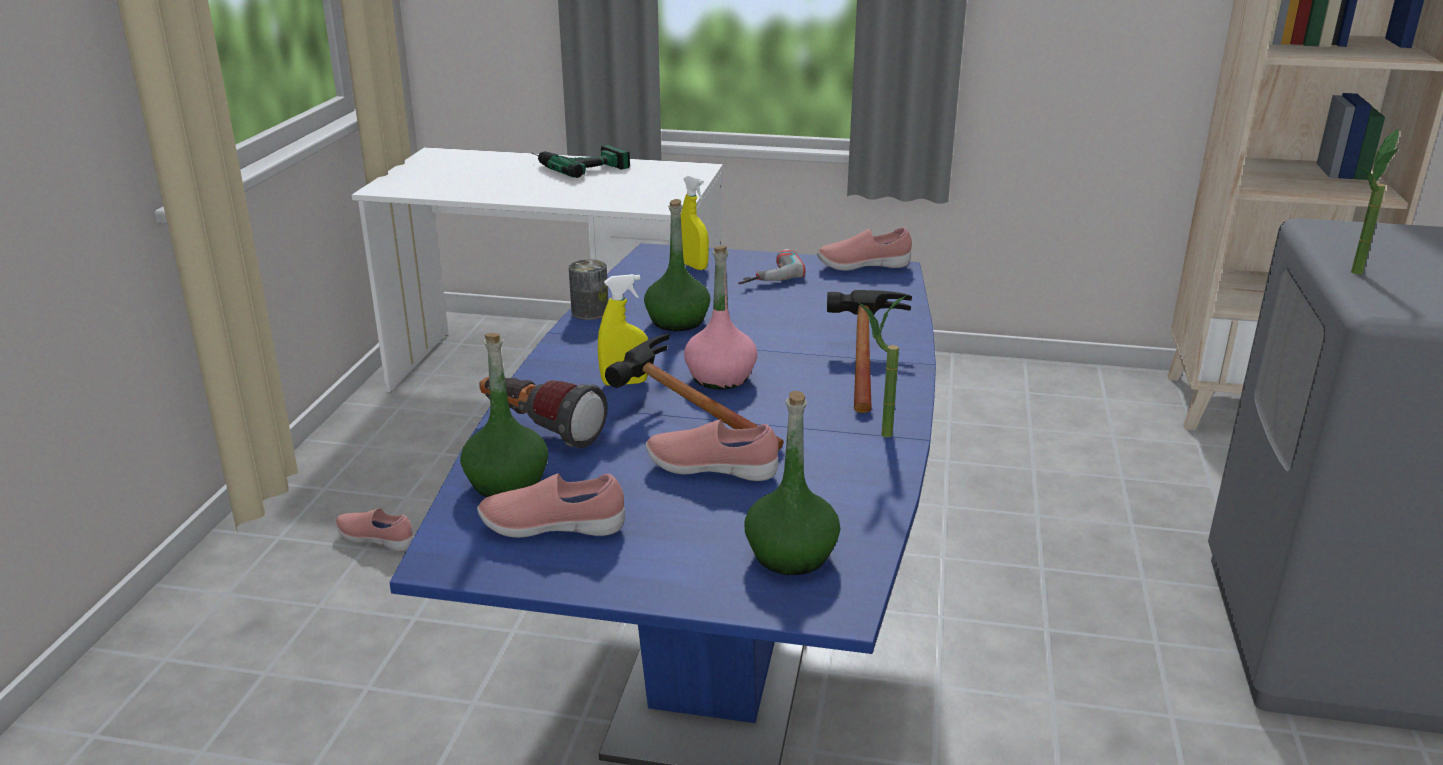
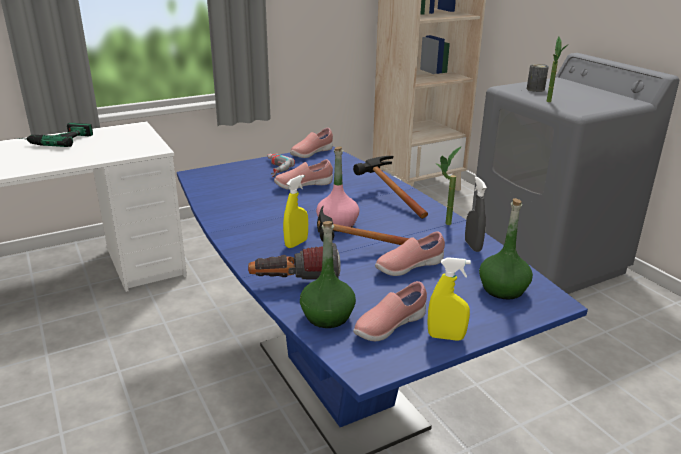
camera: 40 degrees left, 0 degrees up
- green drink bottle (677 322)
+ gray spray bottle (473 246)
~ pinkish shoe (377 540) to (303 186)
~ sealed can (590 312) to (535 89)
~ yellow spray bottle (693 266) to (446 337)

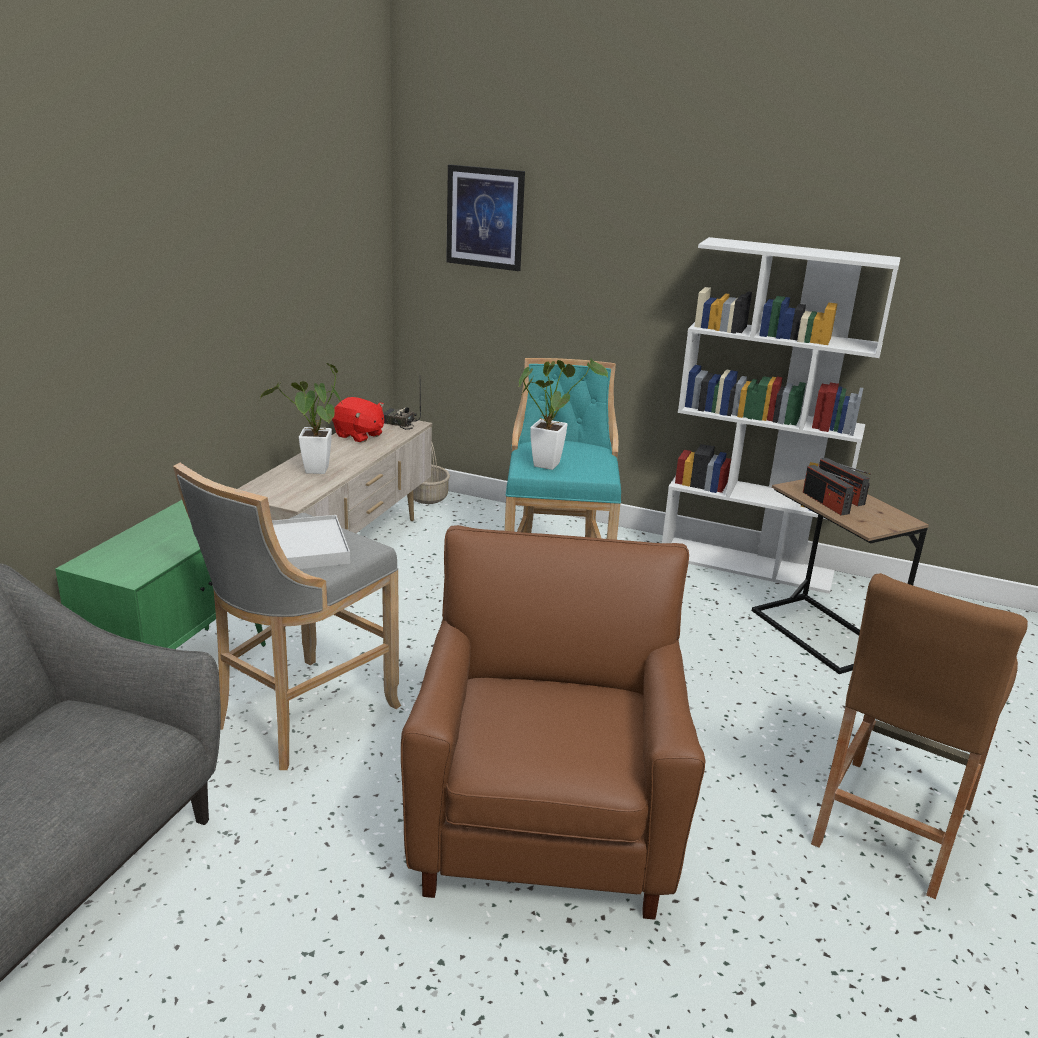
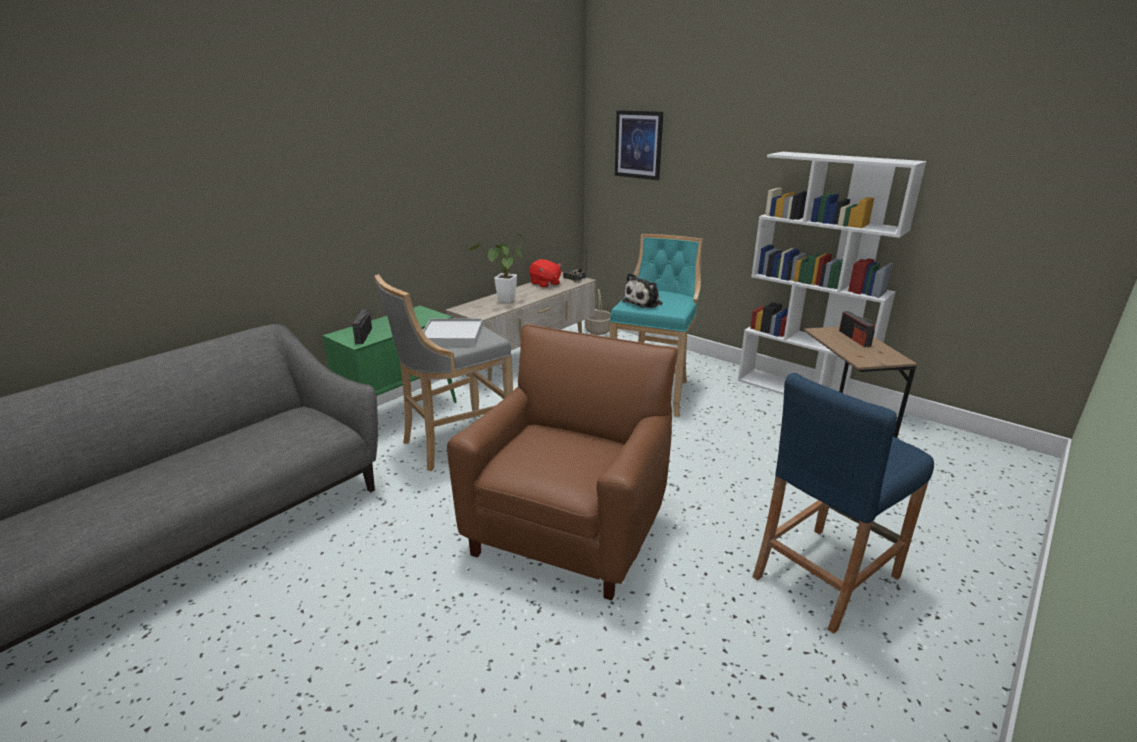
camera: 20 degrees right, 0 degrees up
~ radio receiver (825 503) to (363 336)
~ plant in a pot (549 463) to soft toy (644 302)
~ brown stool (891 824) to bluish stool (825 576)

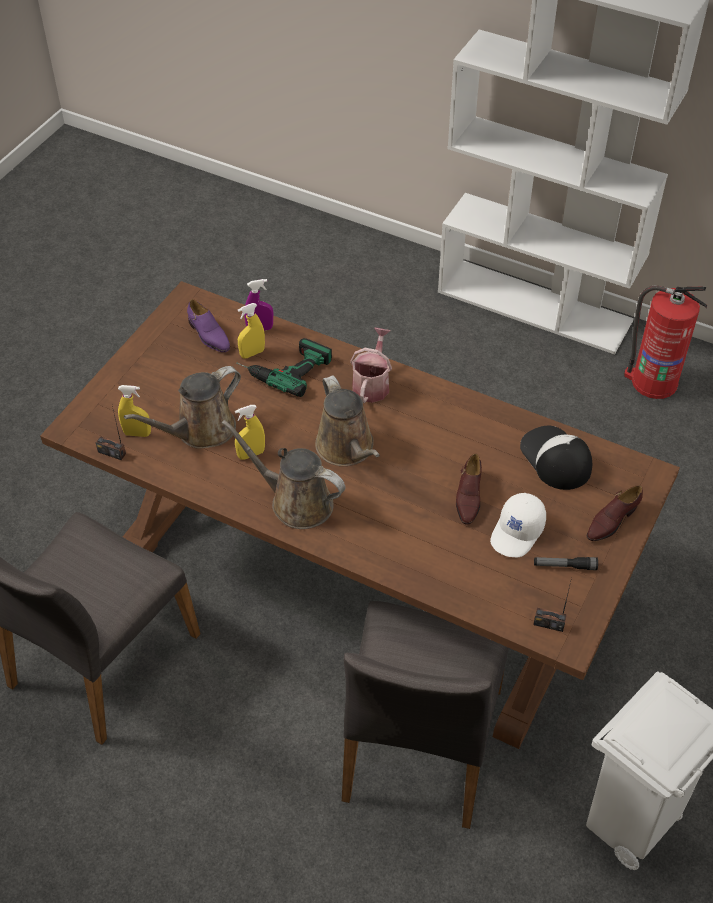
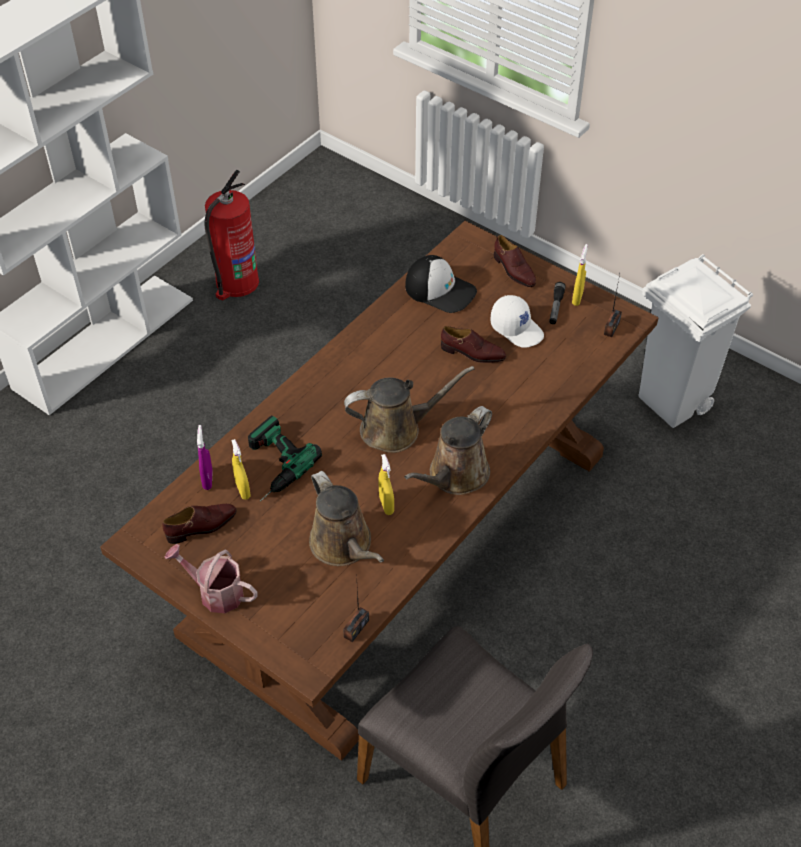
camera: 80 degrees left, 0 degrees up
- gray upright chair (419 744)
~ yellow spray bottle (137 433) to (577 298)
~ watering can (372 384) to (215 592)
~ purple shoe (208 335) to brown shoe (201 526)
~ baseball cap (555 459) = (440 290) 135 degrees counterclockwise

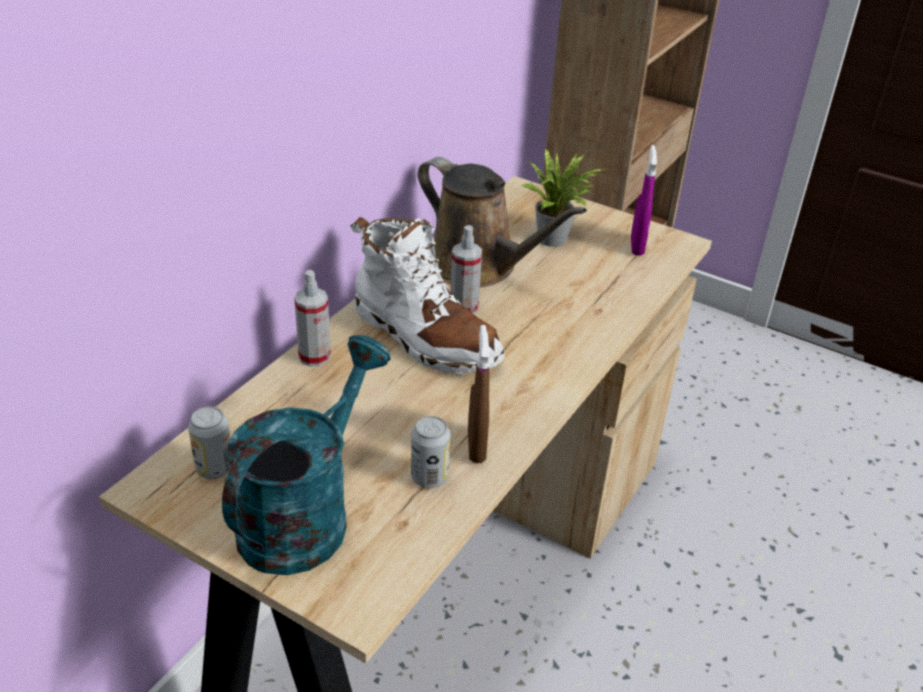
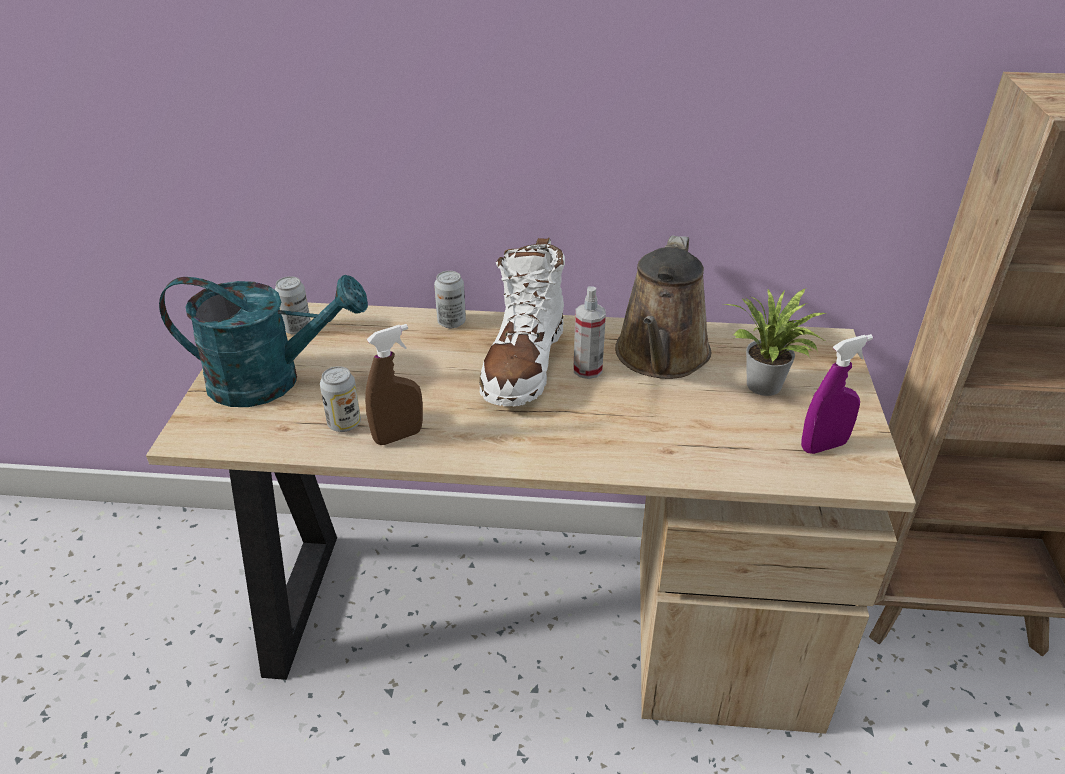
camera: 65 degrees right, 0 degrees up
~ spray bottle (314 356) to sealed can (451 322)

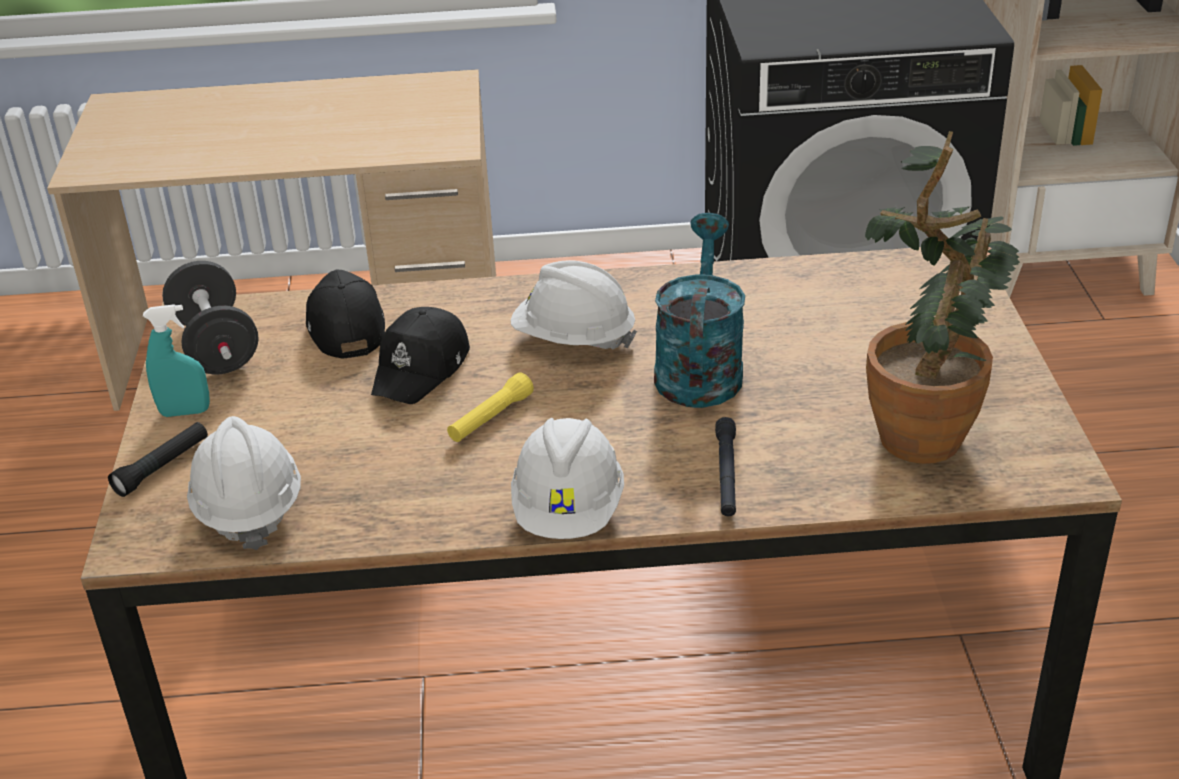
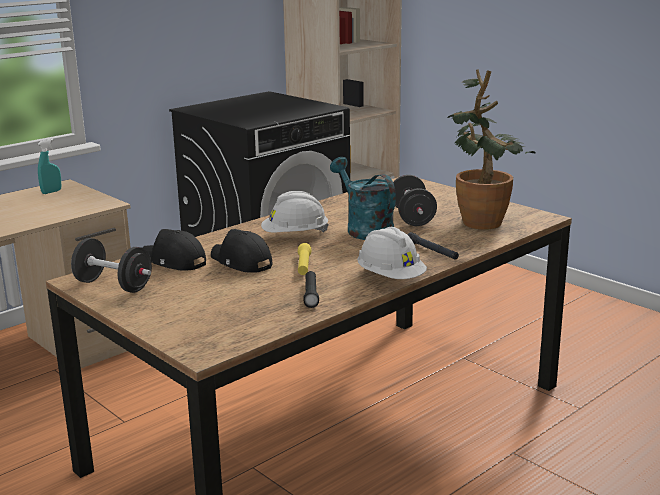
camera: 40 degrees left, 15 degrees down
- white-coloured work helmet (248 508)
+ black hand weight (412 217)
~ black torch (162 467) to (311 295)
~ turquoise-coloured spray bottle (185 412) to (51 192)
~ black baseball cap (422 368) = (241 262) 150 degrees clockwise

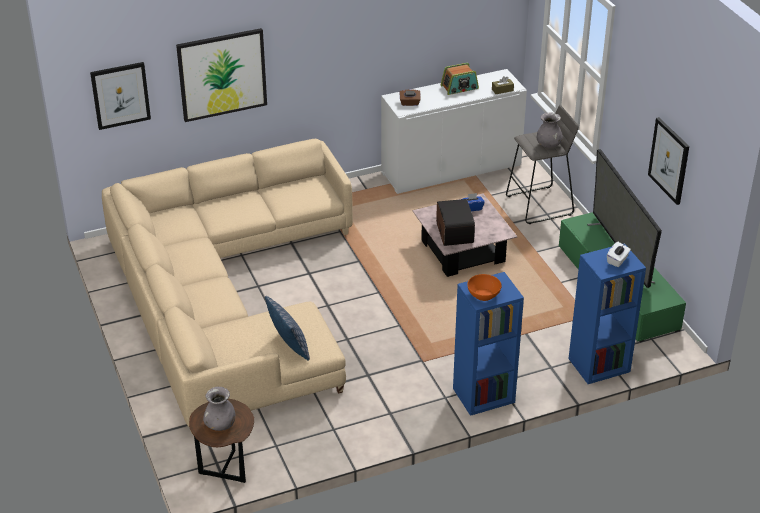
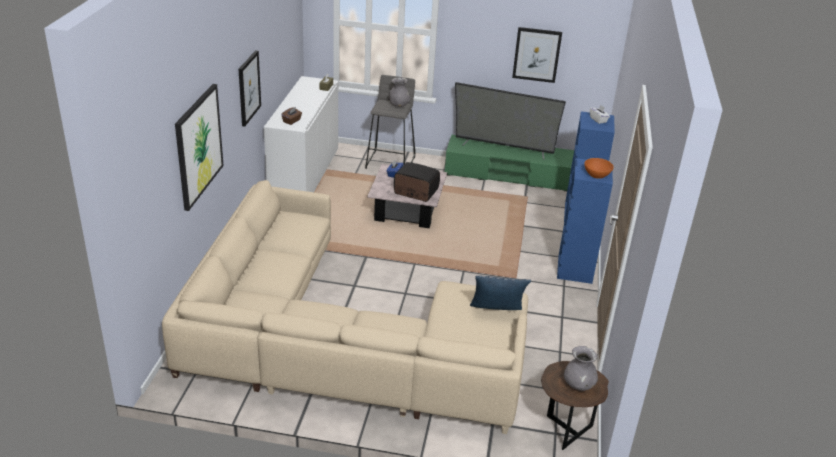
camera: 60 degrees left, 5 degrees down
- radio receiver (459 87)
~ wall art (120 95) to (248 88)

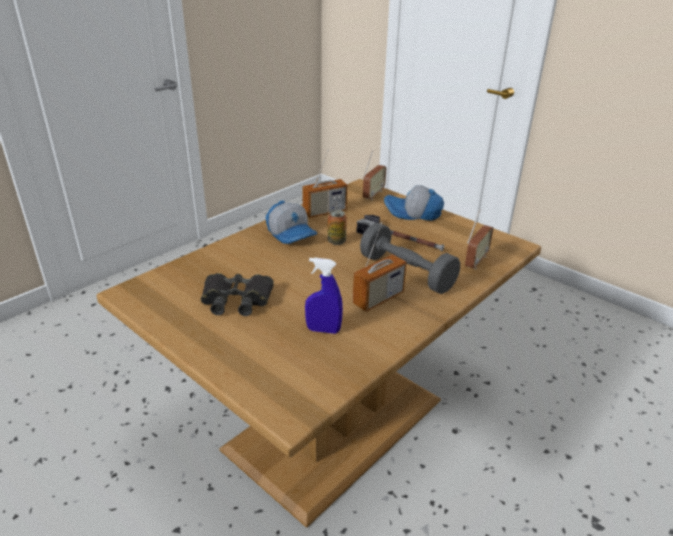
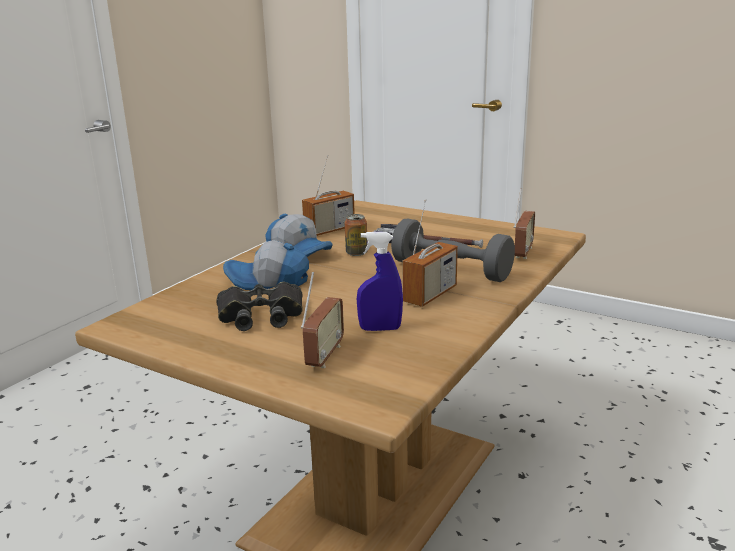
camera: 10 degrees left, 10 degrees down
~ radio receiver (373 195) to (324 356)
~ baseball cap (413 213) to (268 281)

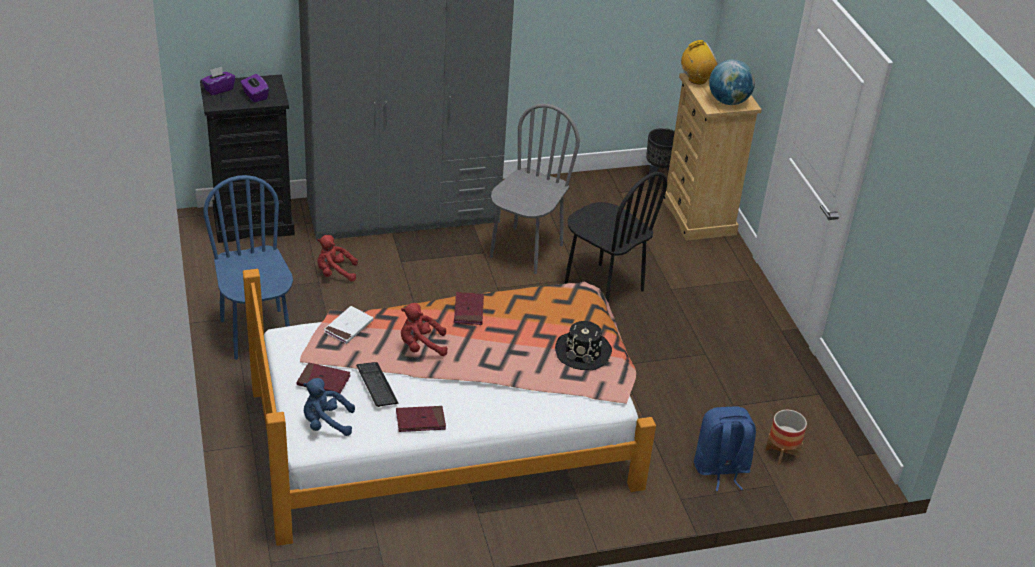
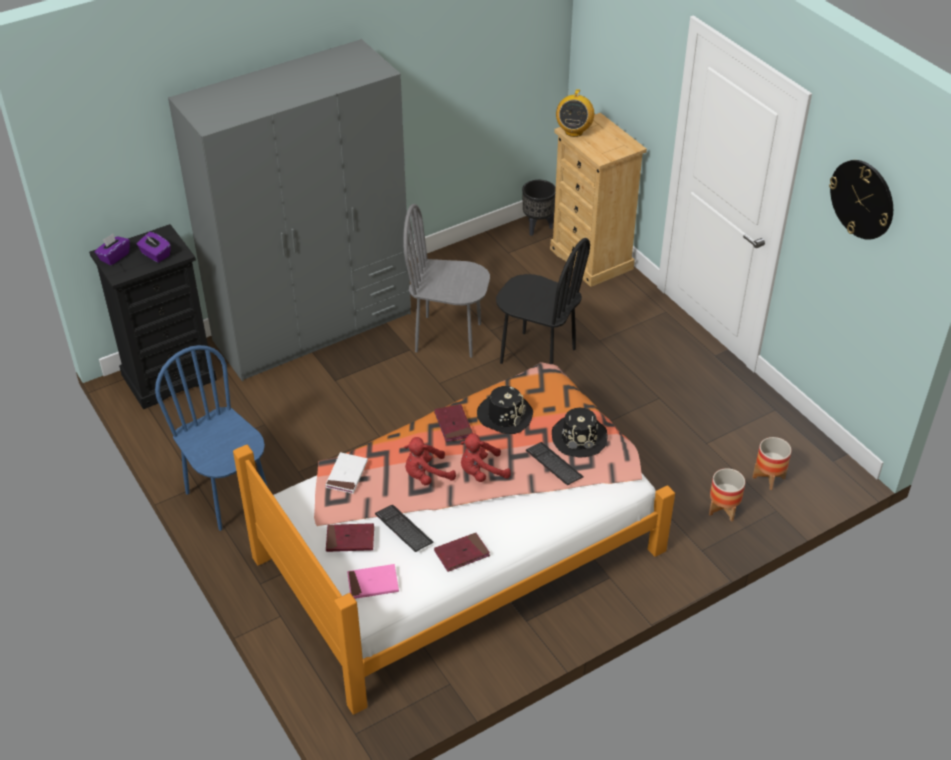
camera: 15 degrees left, 5 degrees up
- world globe (728 101)
+ black hat (504 415)
+ keyboard (554 464)
+ hanging clock (862 199)
~ reddish soft toy (335 273) to (481 472)
~ bluish soft toy (326 423) to pinkish volume (373 583)
~ bluish backpack (721 469) to flower pot (723 510)
~ gray upright chair (525 250) = (448 337) 90 degrees counterclockwise
~ radio receiver (697 79) = (574 131) 135 degrees clockwise

